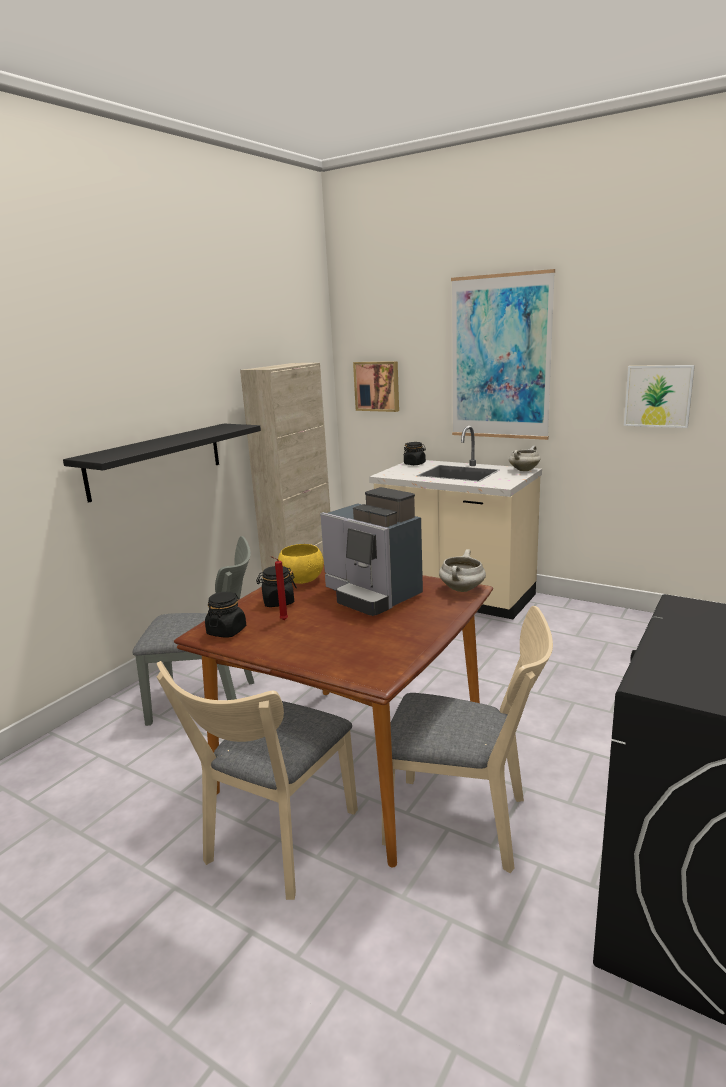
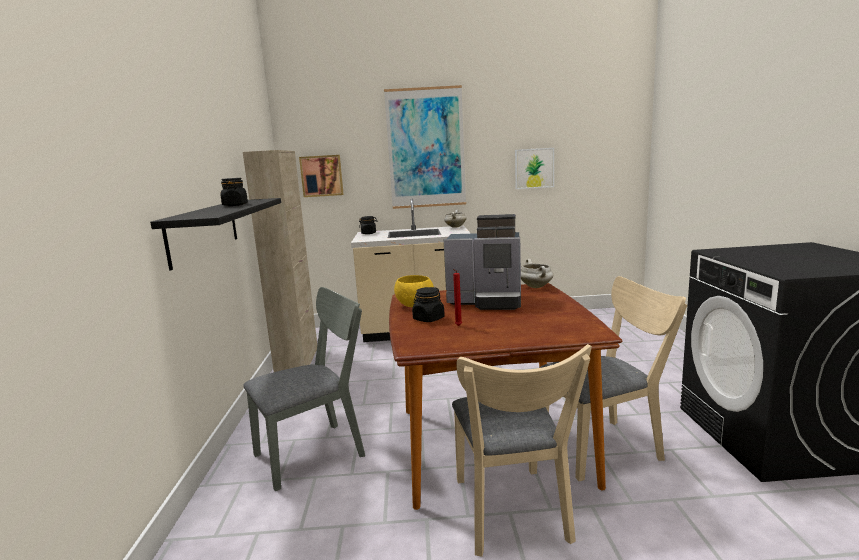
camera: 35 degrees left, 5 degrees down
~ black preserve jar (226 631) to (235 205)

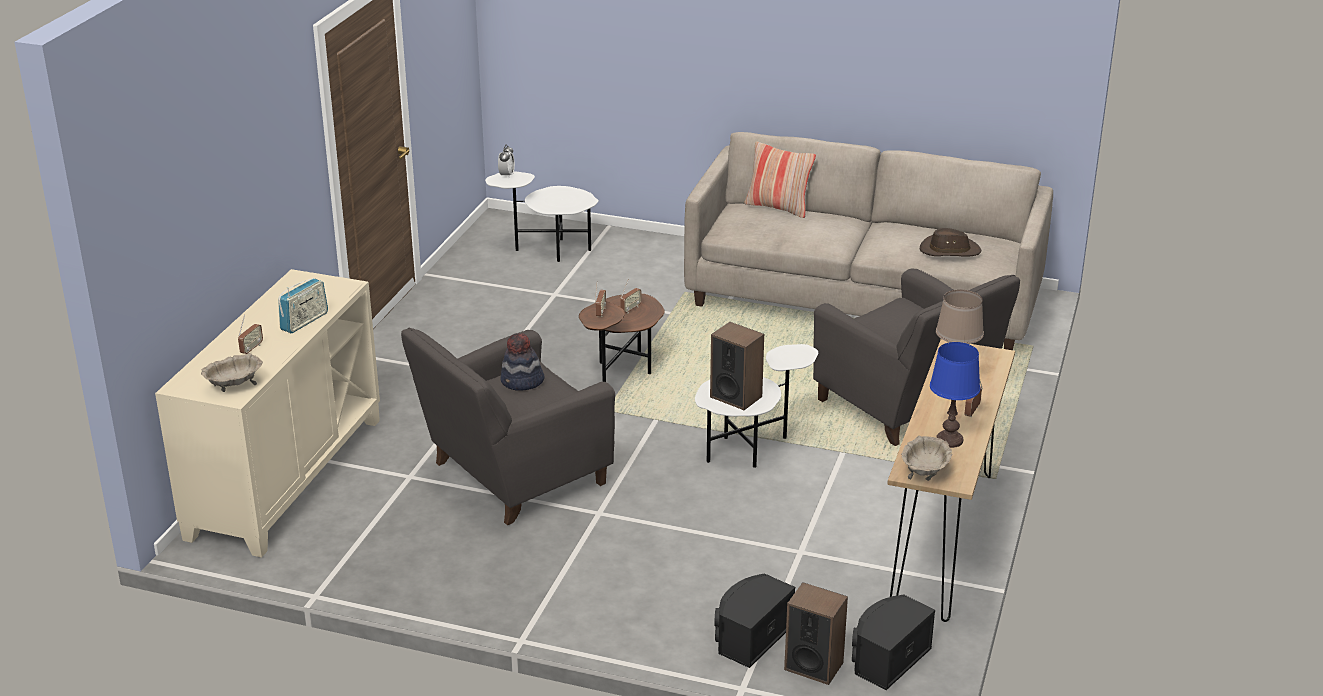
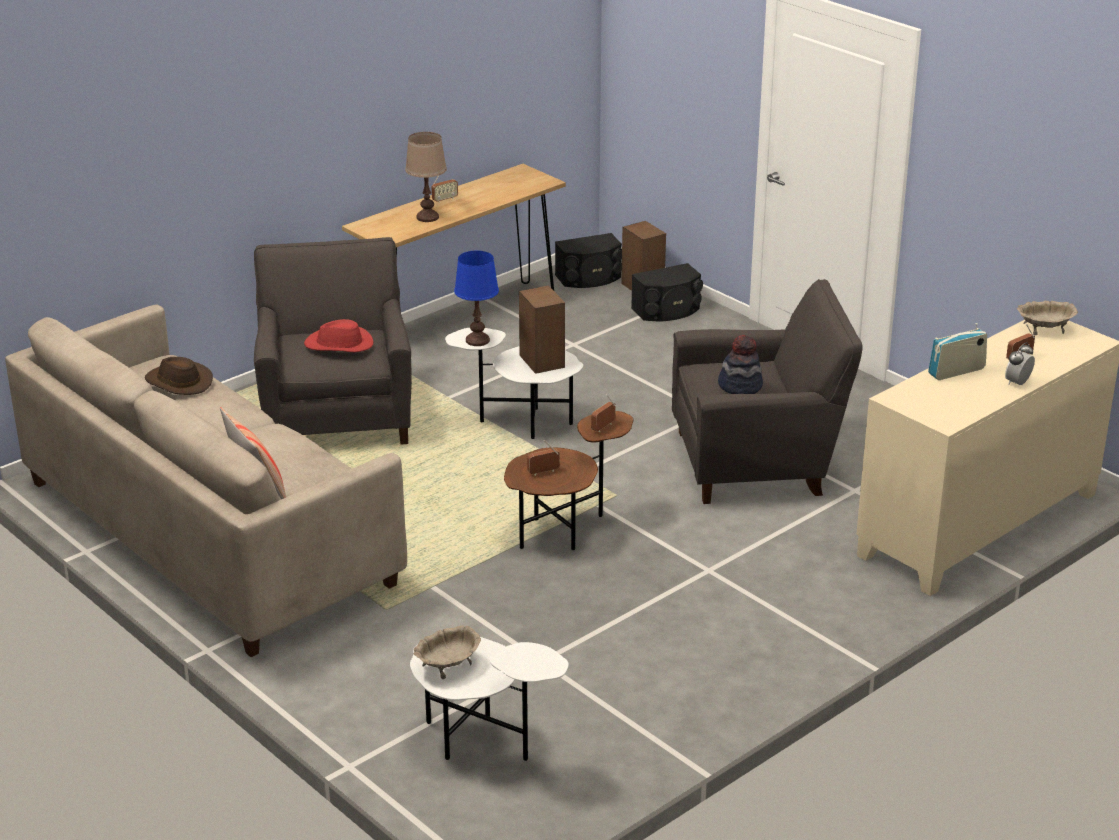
camera: 150 degrees left, 0 degrees up
+ reddish hat (339 345)
~ alarm clock (506 175) to (1017 383)
~ sand-coloured bowl (925 473) to (448 665)
~ bluish table lamp (950 440) to (477 340)

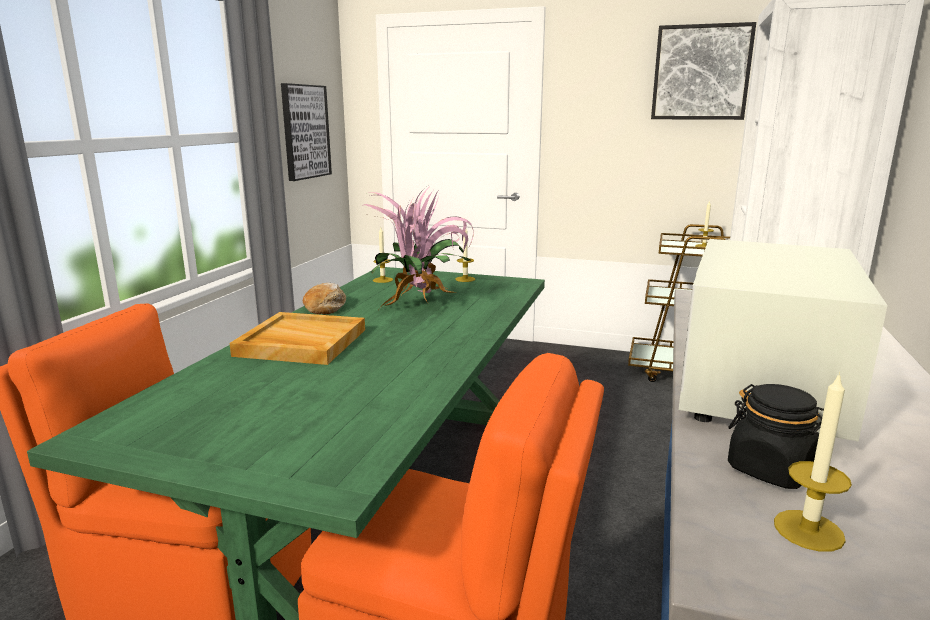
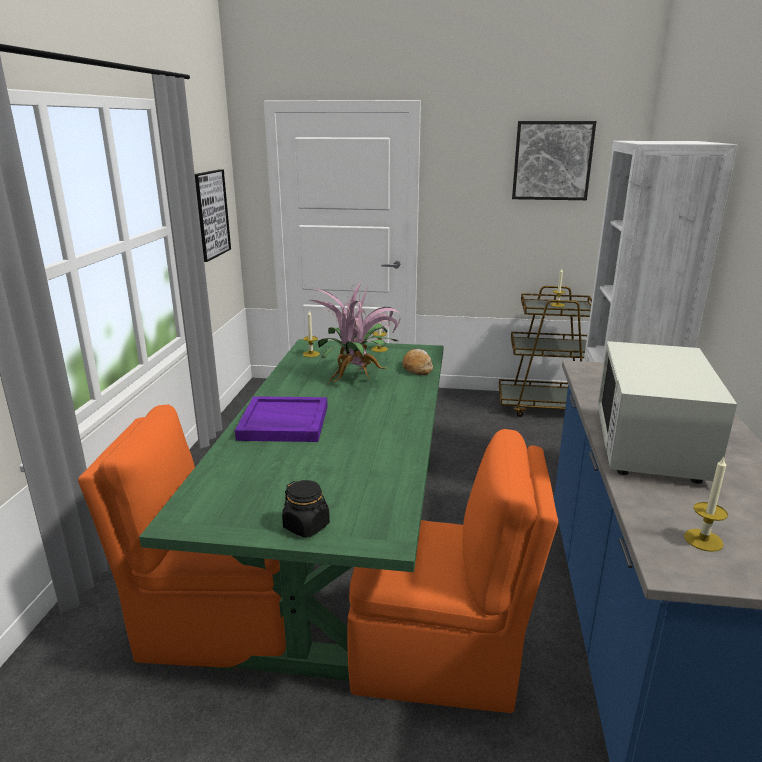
camera: 10 degrees left, 5 degrees up
~ bread (326 307) to (417 368)
~ black preserve jar (772 470) to (306 526)
~ sand-coloured carrying tray (300 342) to purple carrying tray (283 423)

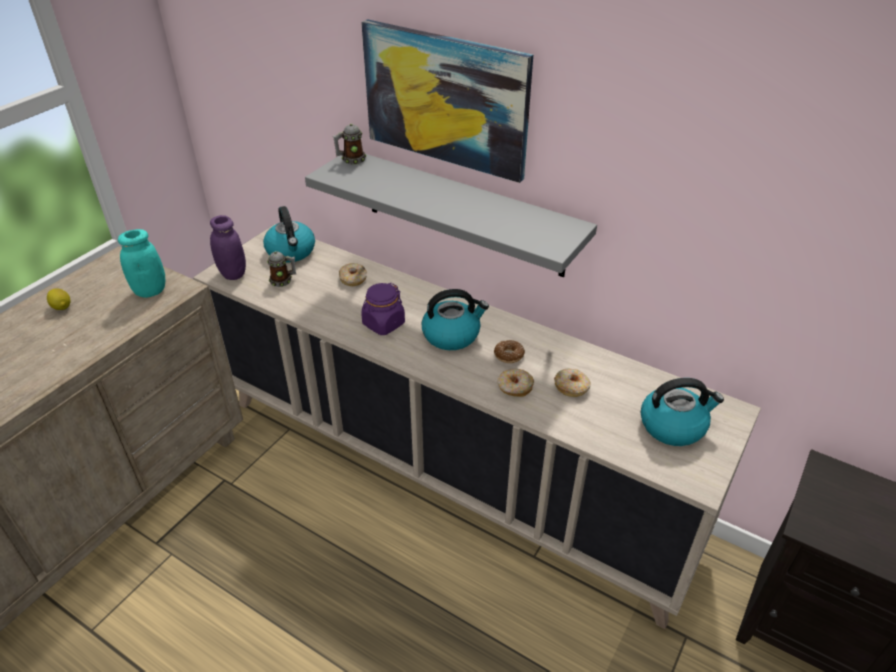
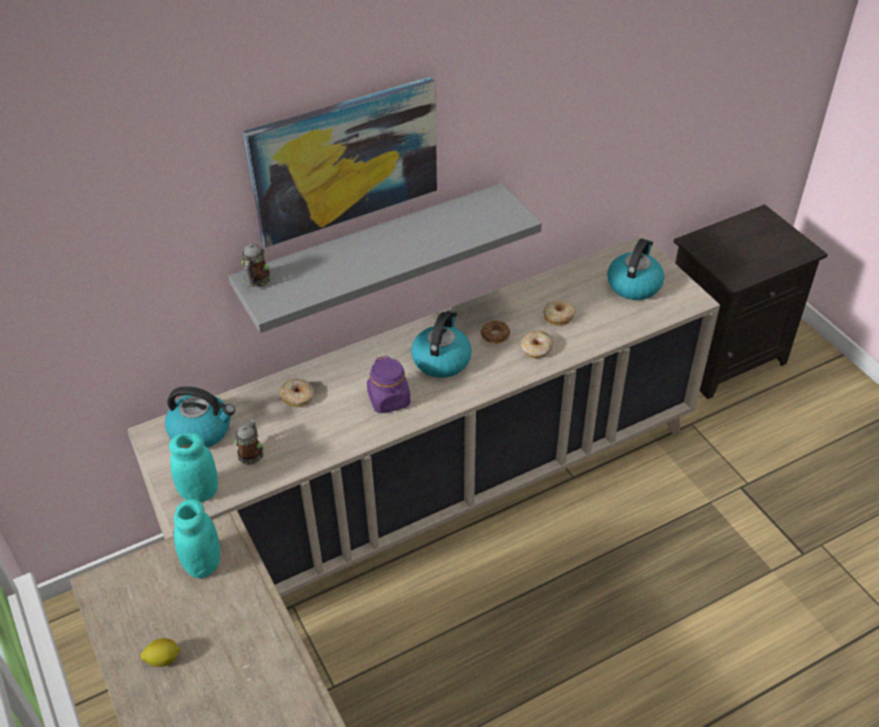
camera: 60 degrees left, 5 degrees up
~ purple preserve jar (233 274) to turquoise-coloured preserve jar (200 493)

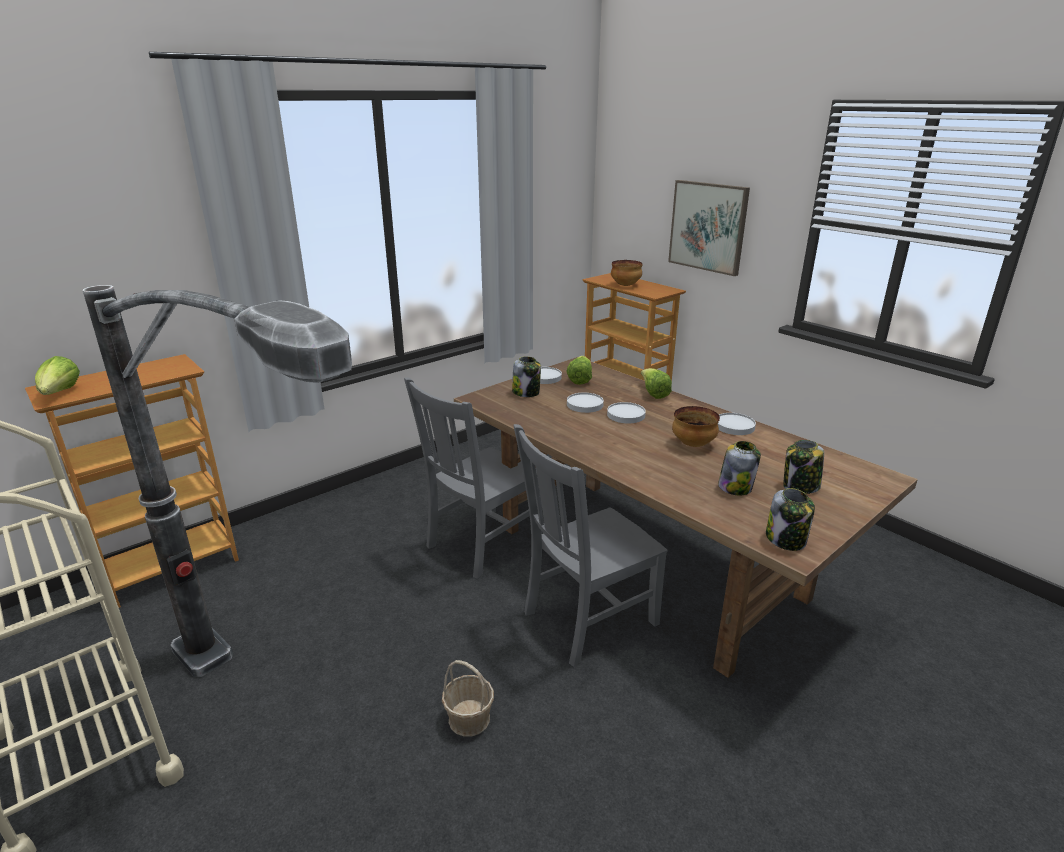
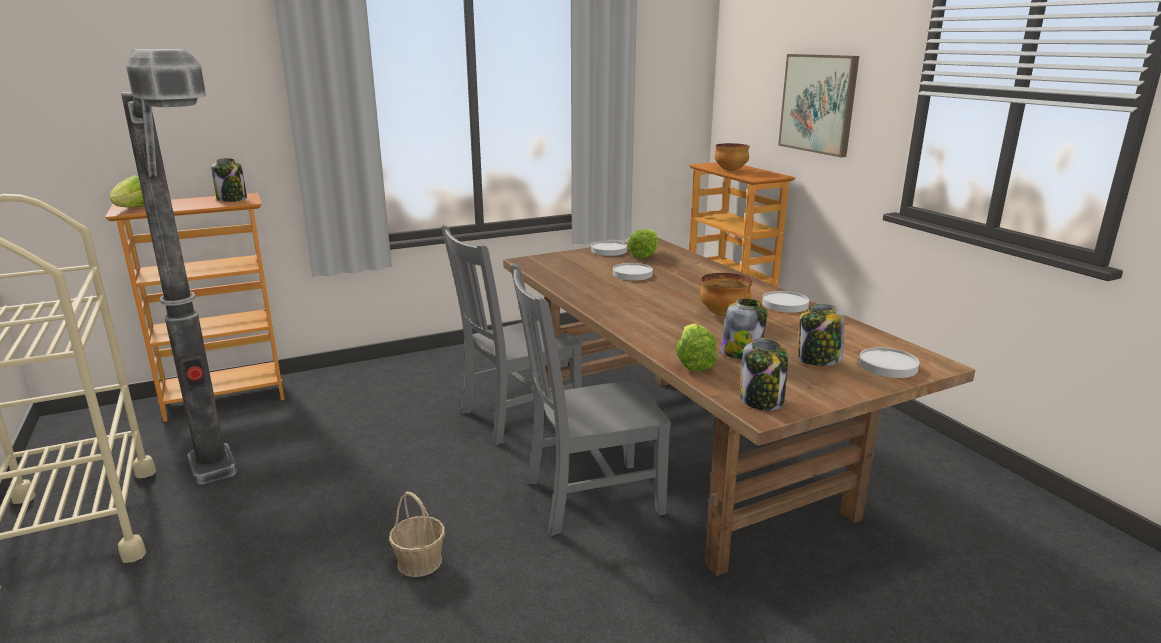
camera: 15 degrees right, 5 degrees down
~ preserve jar (526 392) to (232 199)
~ white-coloured plate (625 415) to (887 366)
~ lettuce head (653 393) to (693 363)

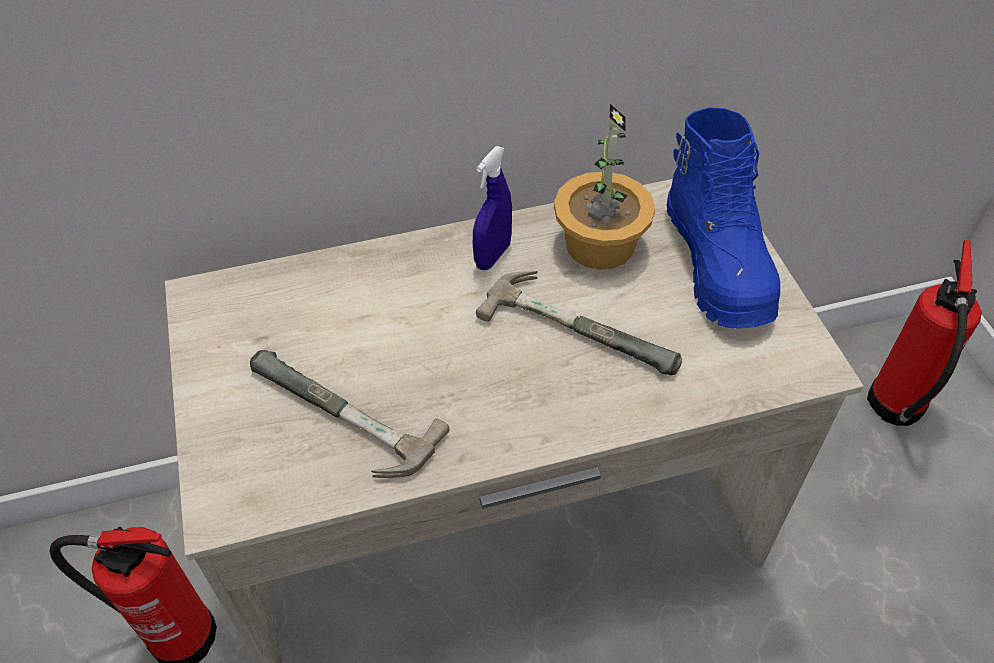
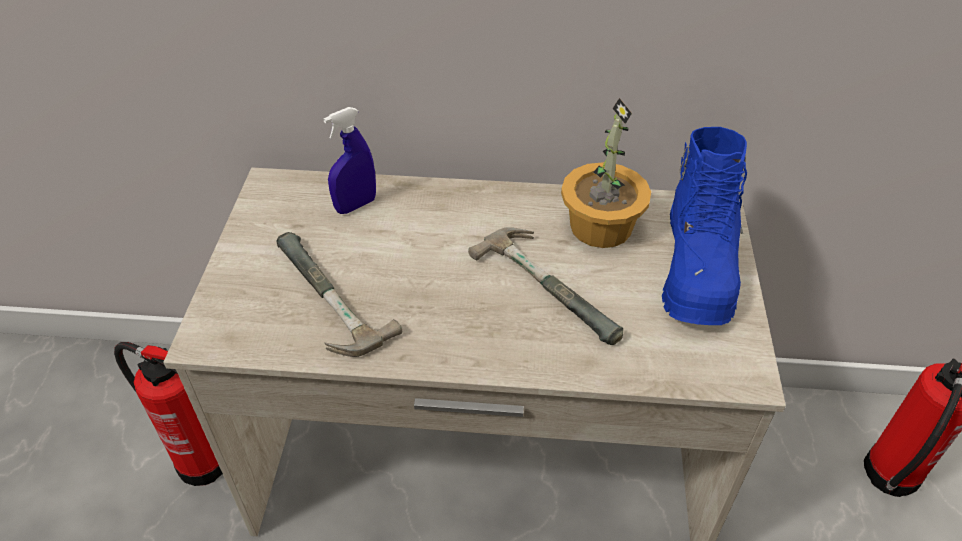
camera: 20 degrees right, 5 degrees down
~ bluish spray bottle (493 256) to (356 205)

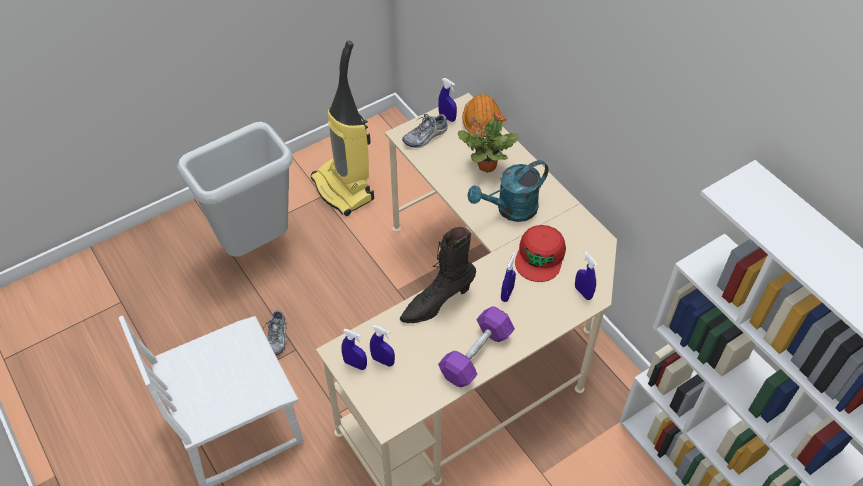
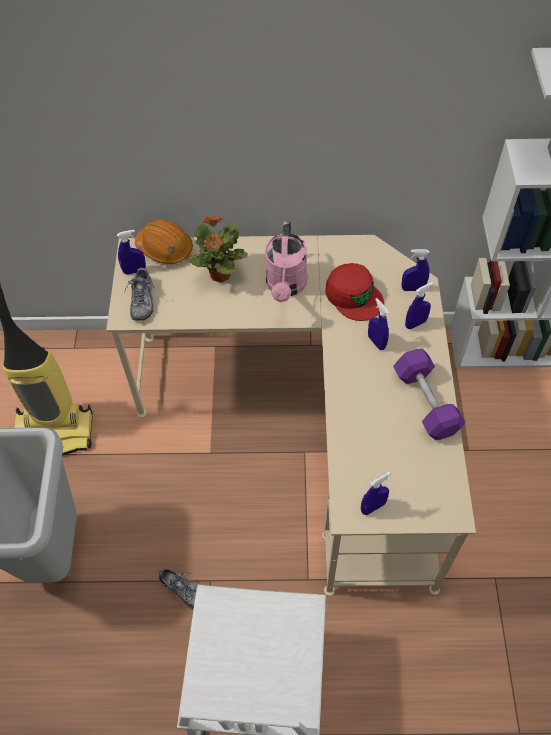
camera: 55 degrees left, 5 degrees up
- black high-top boot (437 303)
~ bluish spray bottle (383 360) to (415 323)
~ turquoise-coloured watering can (510 210) to pinkish watering can (286 287)

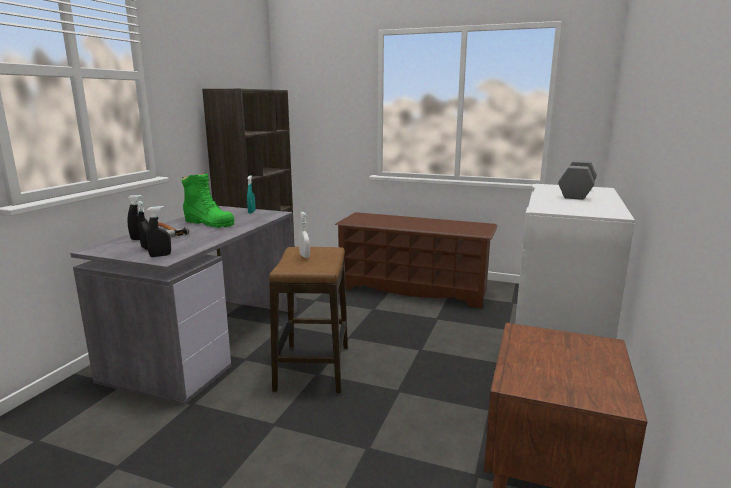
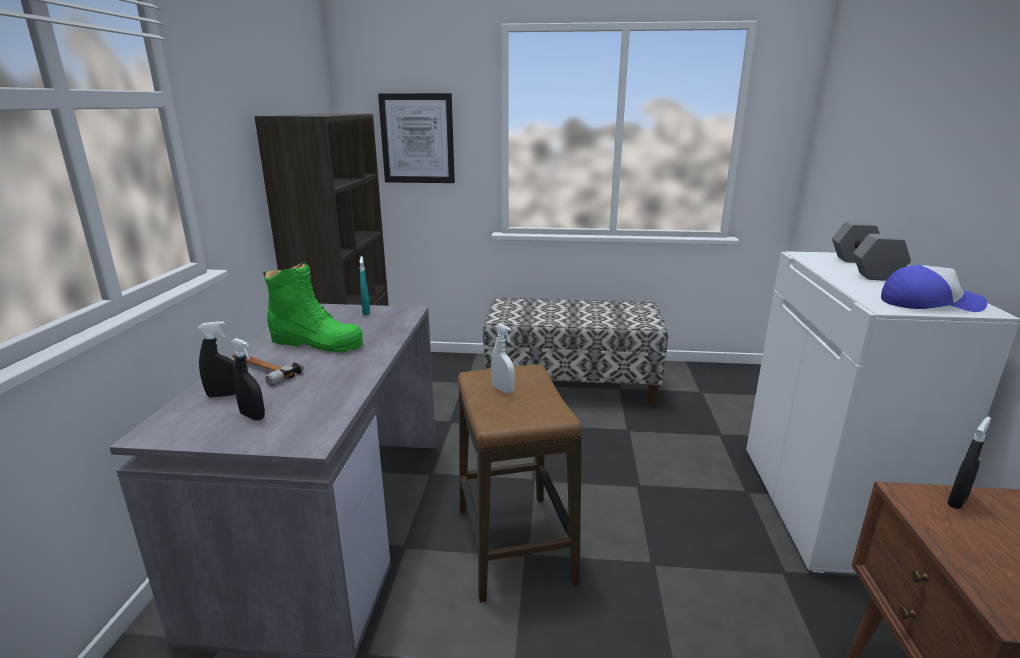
camera: 15 degrees left, 5 degrees up
+ wall art (417 139)
+ baseball cap (928 303)
~ black spray bottle (160 255) to (957 501)
~ brown shoe rack (414 289) to indoor bench (571 385)

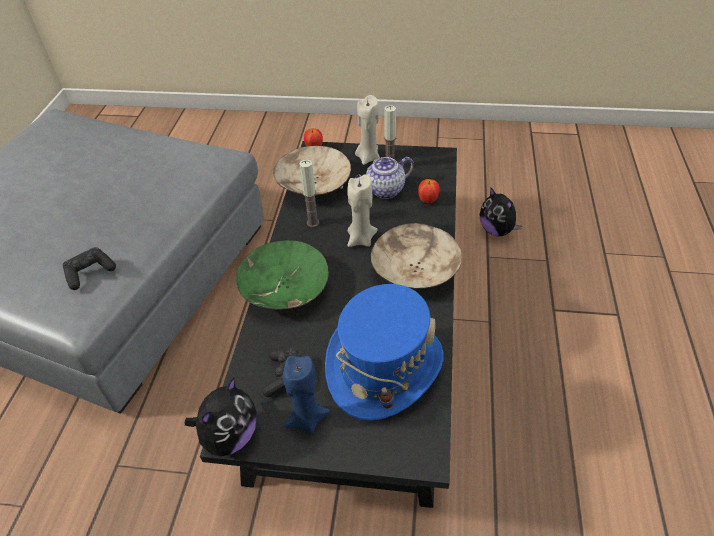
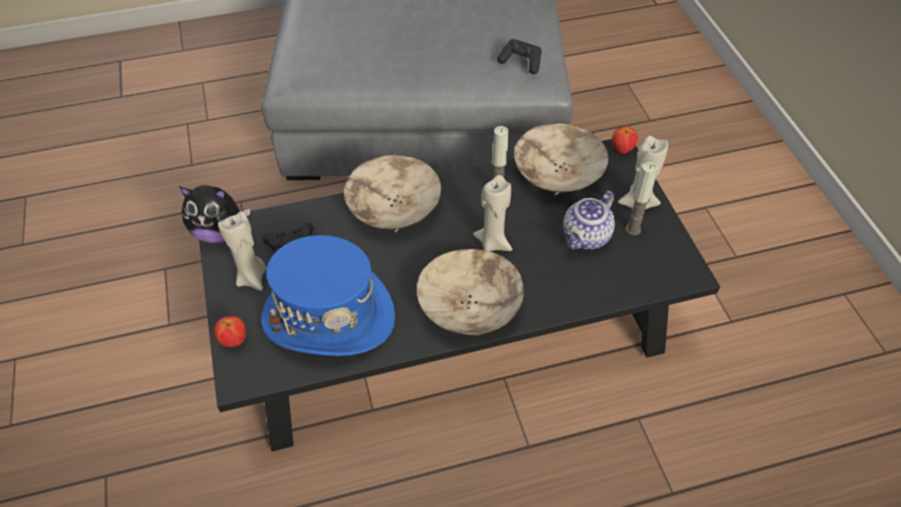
camera: 65 degrees right, 5 degrees up
- soft toy (497 230)
~ black gamepad (90 273) to (521 62)
~ apple fruit (428 200) to (234 341)
~ green bowl (284 289) to sand-coloured bowl (393 206)
~ bluish wax candle (307 418) to sand-coloured wax candle (252 277)
~ teapot (384 191) = (586 238) 90 degrees counterclockwise

